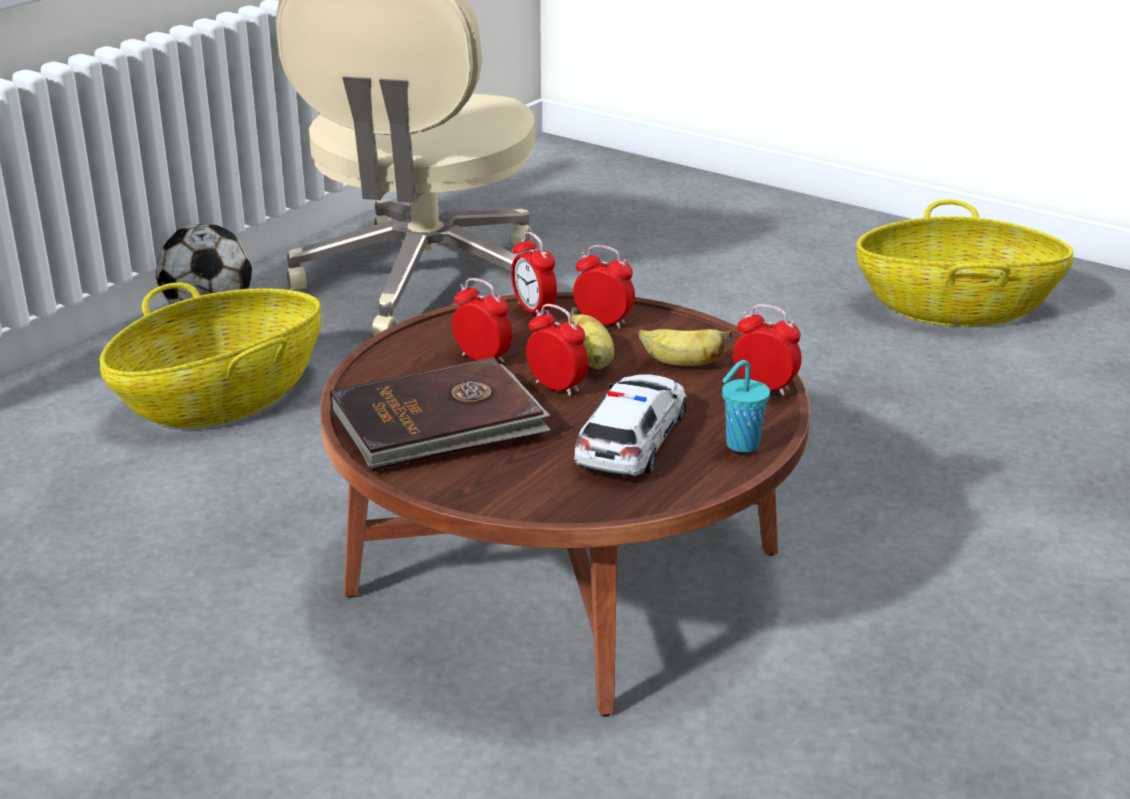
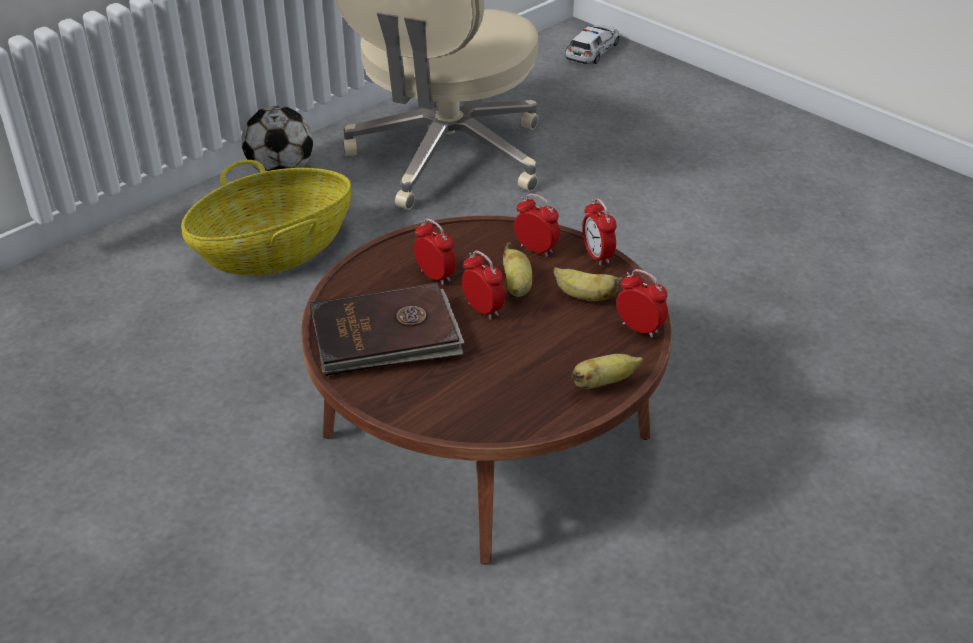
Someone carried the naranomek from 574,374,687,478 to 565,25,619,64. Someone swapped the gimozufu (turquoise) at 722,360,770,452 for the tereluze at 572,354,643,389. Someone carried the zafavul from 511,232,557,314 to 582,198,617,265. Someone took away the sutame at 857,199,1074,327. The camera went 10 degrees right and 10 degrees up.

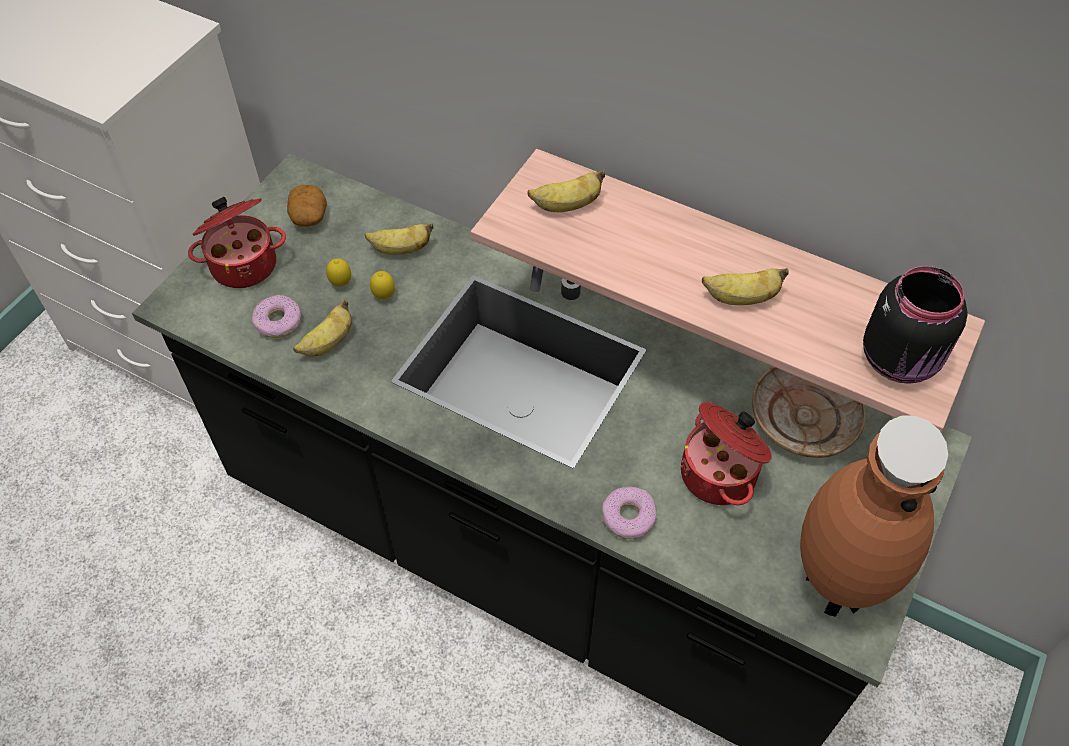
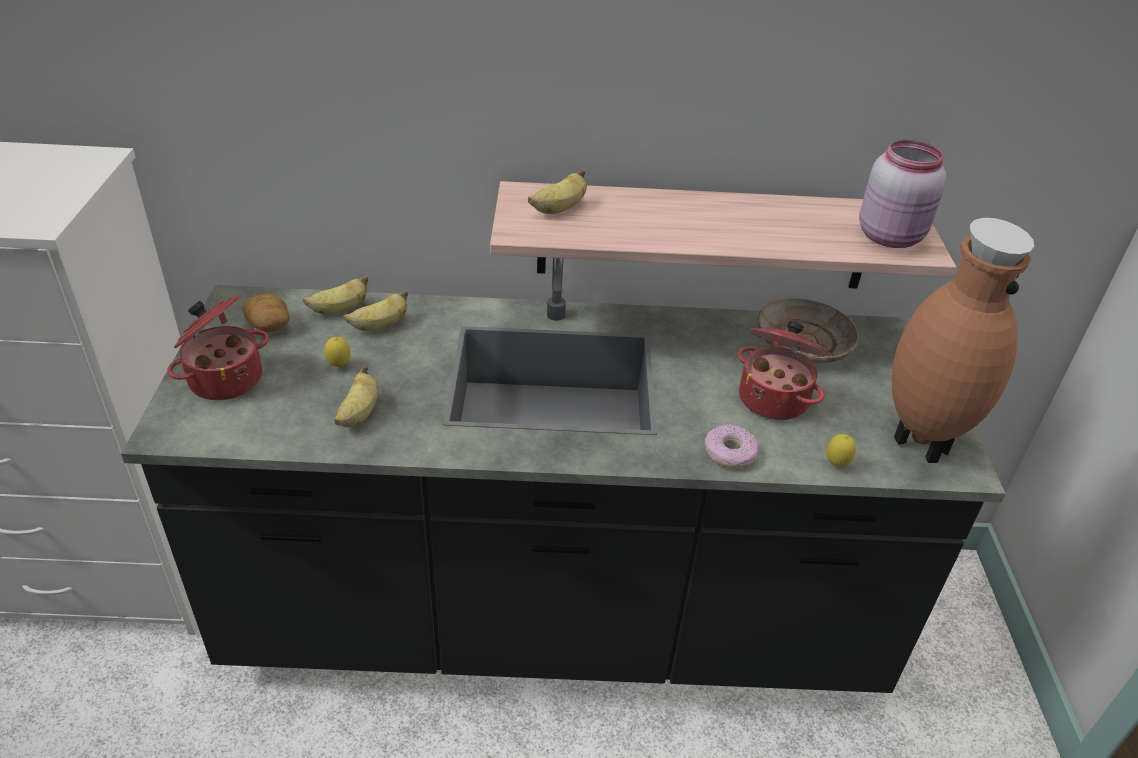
Someone carried the tereluze from 702,268,789,305 to 303,276,368,315. Someone carried the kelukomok from 370,271,395,299 to 826,434,856,467. Someone repainted the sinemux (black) at 863,266,968,384, which became the sinemux (pink) at 859,140,946,248. Someone took away the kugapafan at 252,295,301,338. The camera went 30 degrees left and 15 degrees down.

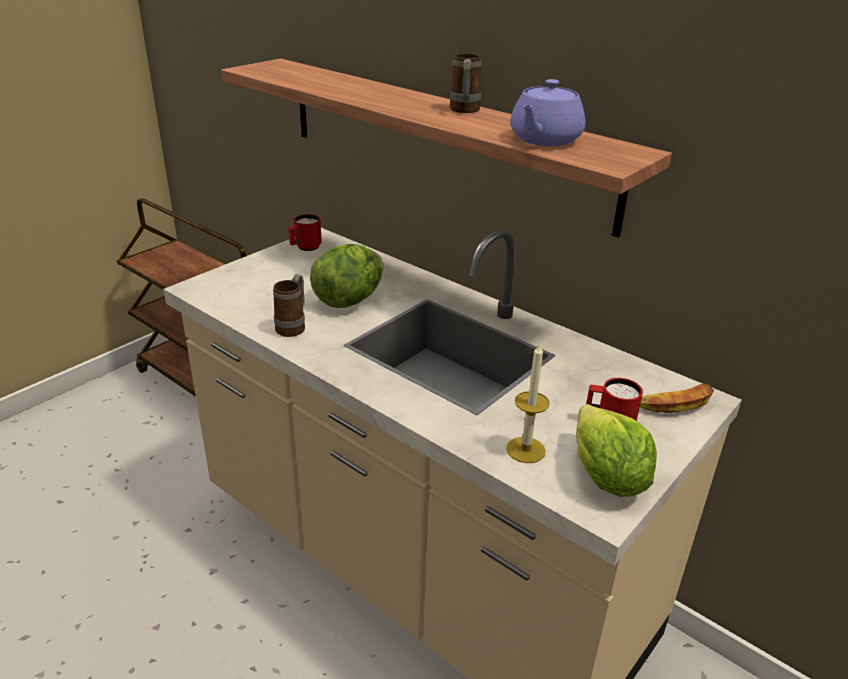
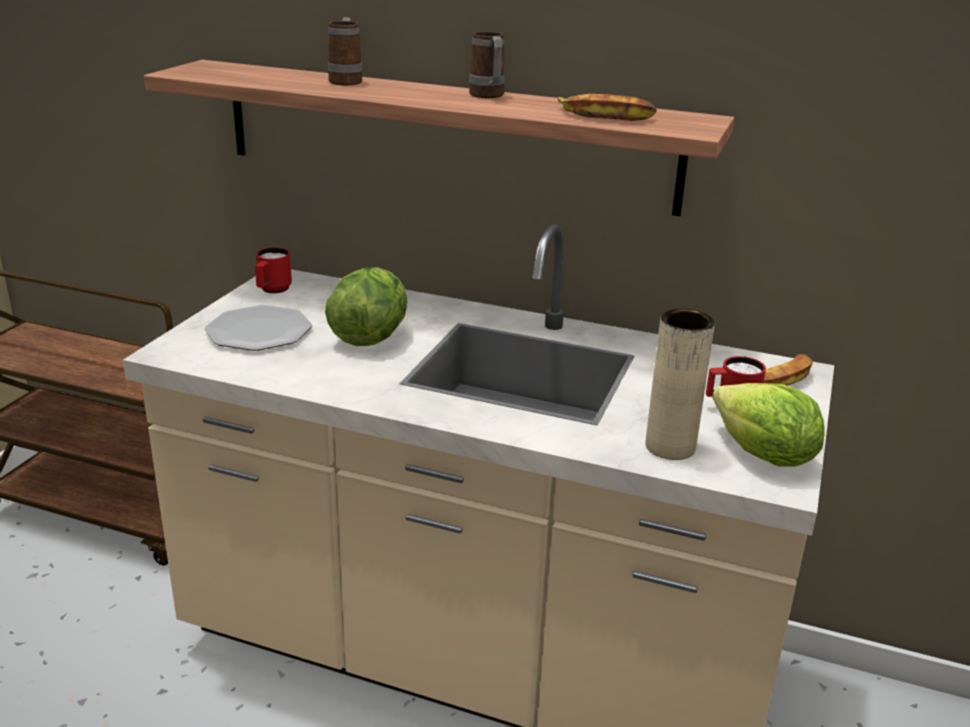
Someone put down the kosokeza at 205,305,312,351. Someone carried the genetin from 273,274,305,337 to 328,17,363,85. Someone swapped the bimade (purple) at 510,79,585,146 for the tereluze at 557,94,657,121. Someone swapped the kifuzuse at 506,342,550,463 for the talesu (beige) at 645,309,715,460. The camera went 20 degrees left and 5 degrees down.

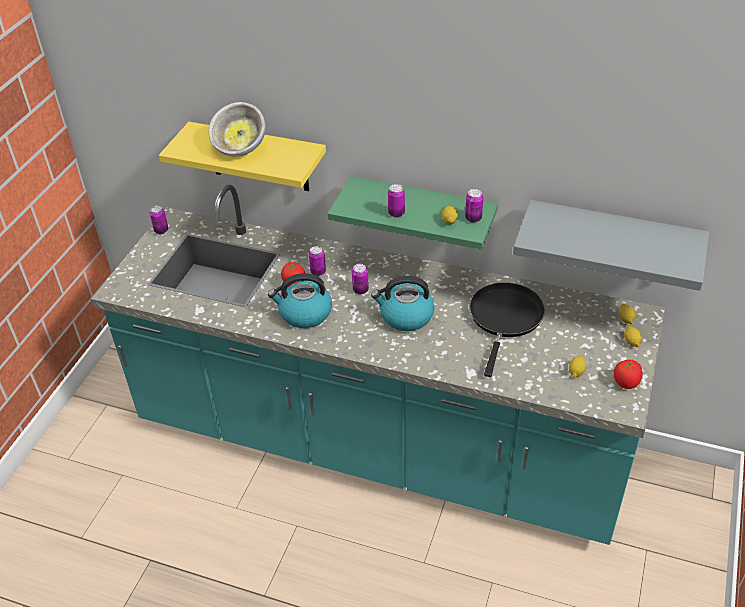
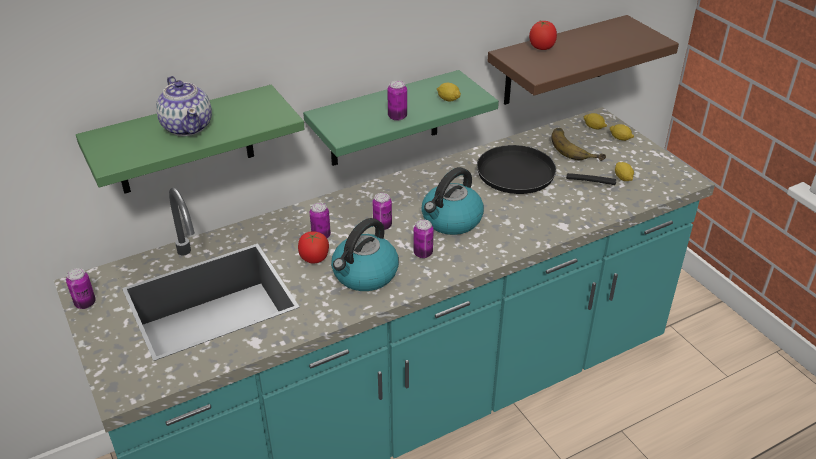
Someone repainted the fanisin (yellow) at 159,122,326,191, which became the fanisin (green) at 76,85,304,194. Someone swapped the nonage at 208,102,266,156 for the bimade at 156,76,212,136. Someone carried the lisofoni from 465,189,483,223 to 413,219,434,258. Someone rotated the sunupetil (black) at 469,282,545,377 by 45 degrees counterclockwise. Someone repainted the fanisin (grey) at 513,200,709,291, which became the fanisin (brown) at 488,15,679,105. Someone carried the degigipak from 614,360,643,389 to 529,21,557,50. Someone put down the tereluze at 551,128,606,161. The camera went 50 degrees left and 5 degrees down.

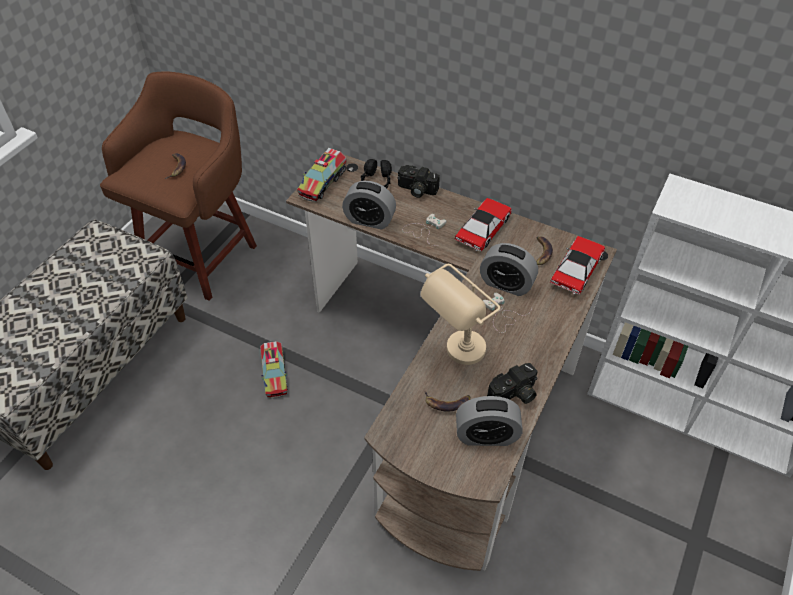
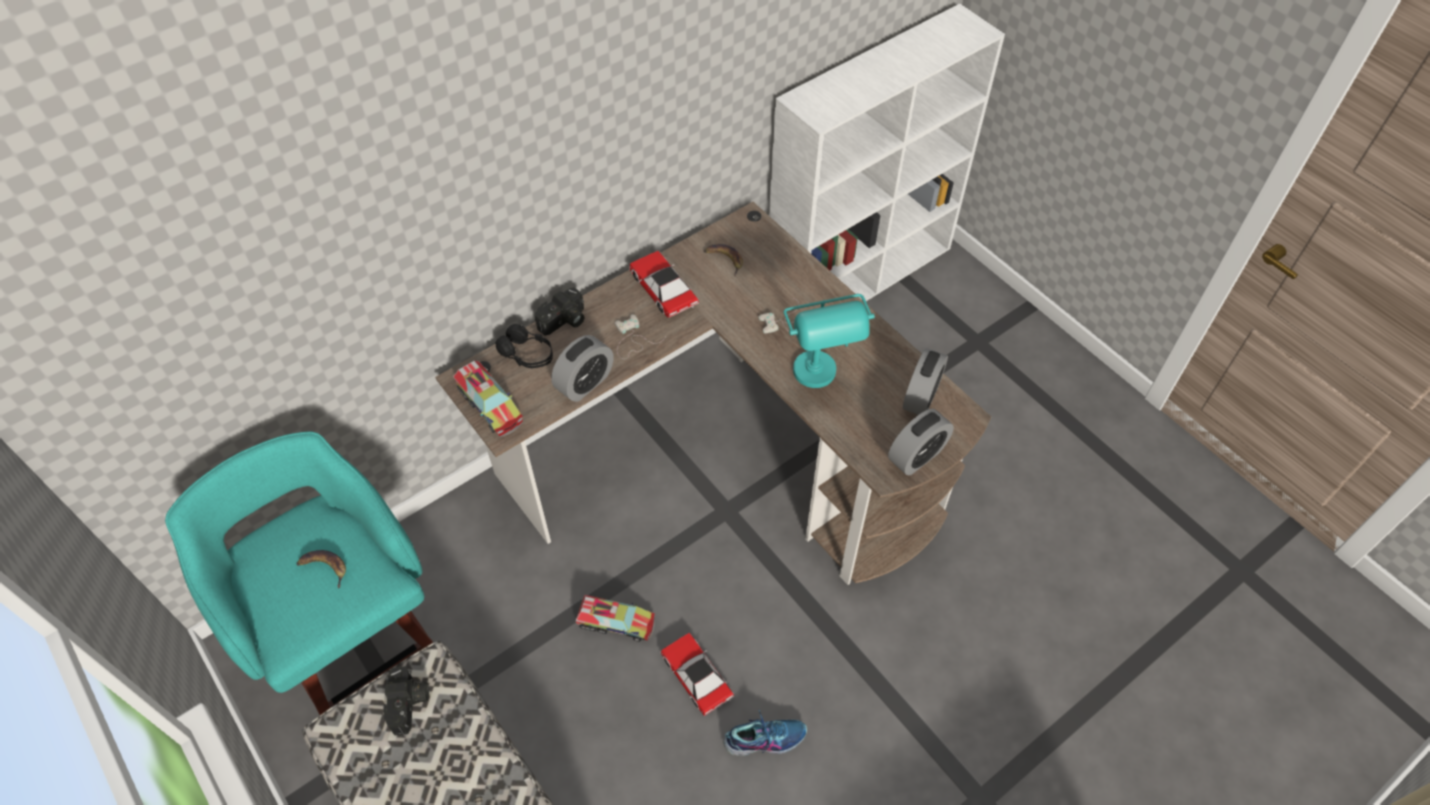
Someone repainted the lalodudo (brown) at 100,71,257,301, which became the lalodudo (turquoise) at 165,432,433,715. Someone carried the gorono from 487,363,538,404 to 383,666,429,735. Someone carried the naranomek from 550,236,605,295 to 660,633,734,716. Someone put down the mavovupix at 723,710,807,756. Someone repainted the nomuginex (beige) at 421,264,500,365, which became the nomuginex (turquoise) at 784,294,875,388. Someone carried the zafavul from 480,243,538,296 to 888,409,954,476. Someone took away the tereluze at 424,390,470,411. The camera went 65 degrees left and 5 degrees up.

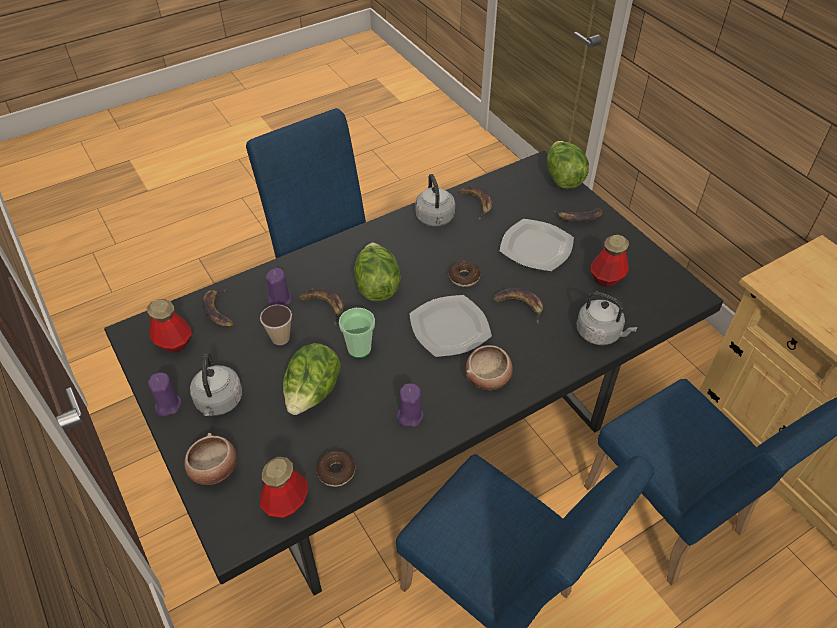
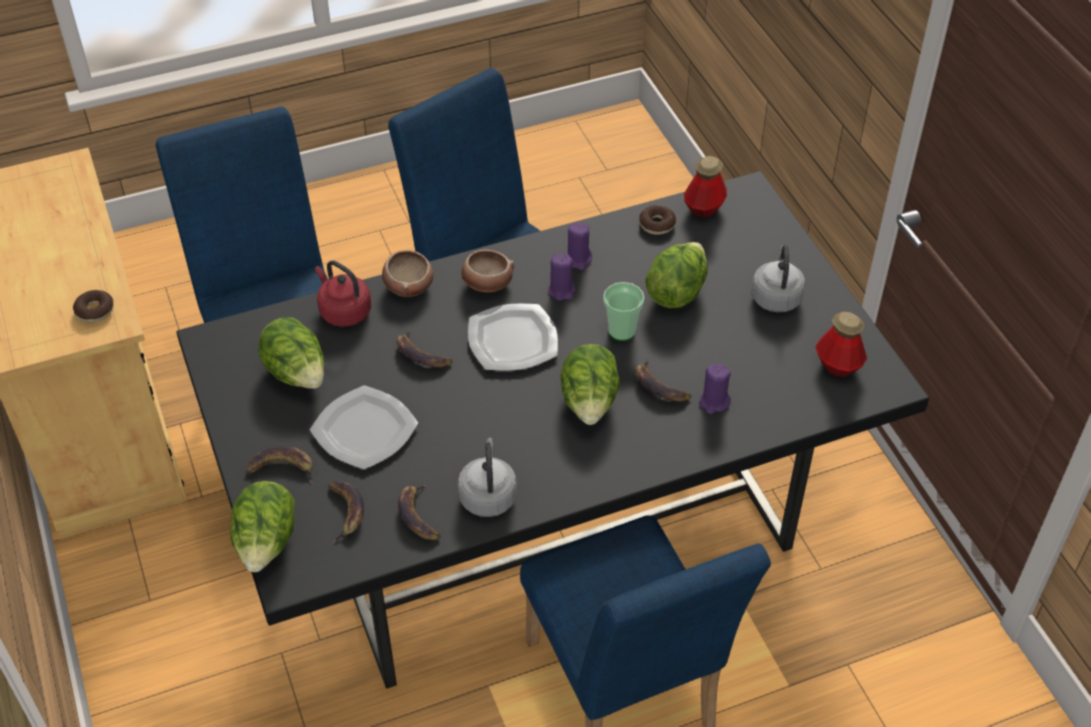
Someone carried the kugapafan from 449,261,480,287 to 73,290,114,322. Someone swapped the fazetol at 591,235,629,287 for the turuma at 258,318,324,389. Someone repainted the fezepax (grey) at 576,292,637,345, which became the fezepax (red) at 315,260,371,327. Someone carried the tereluze from 202,289,234,327 to 328,481,364,543. Someone carried the nonage from 184,433,237,485 to 382,250,433,297. Someone carried the kifuzuse (purple) from 148,372,181,416 to 548,253,575,301. Someone took away the gimozufu at 260,305,292,345. The camera went 170 degrees left and 0 degrees up.

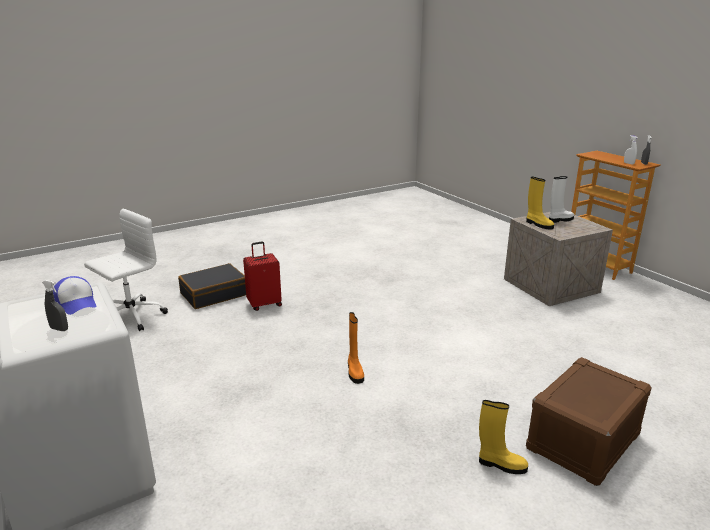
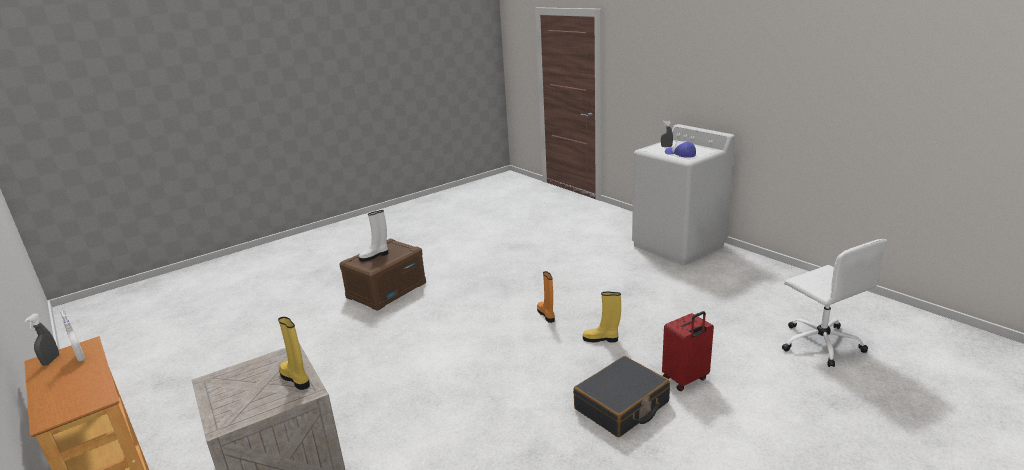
Someone carried the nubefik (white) from 549,176,574,223 to 359,210,388,262. Someone carried the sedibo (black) from 178,263,246,309 to 573,356,670,437. Someone carried the nubefik (yellow) from 479,400,528,474 to 583,292,621,342. Someone rotated the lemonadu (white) at 84,209,168,331 by 60 degrees counterclockwise. The camera went 175 degrees right and 0 degrees up.

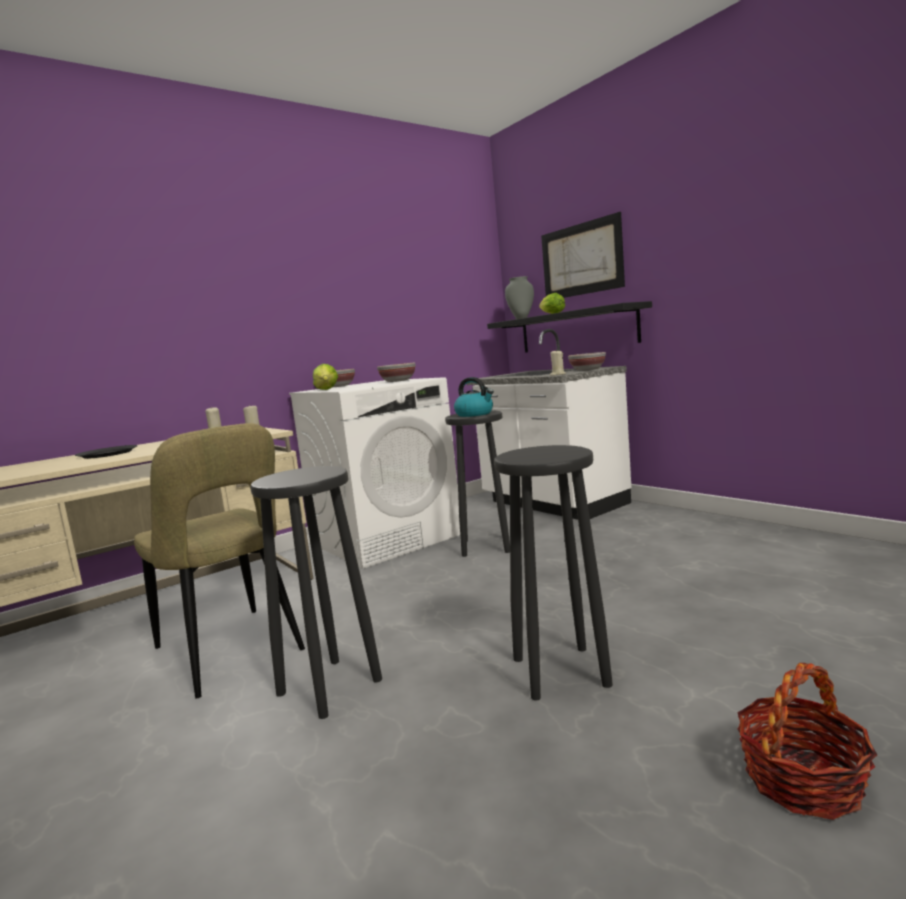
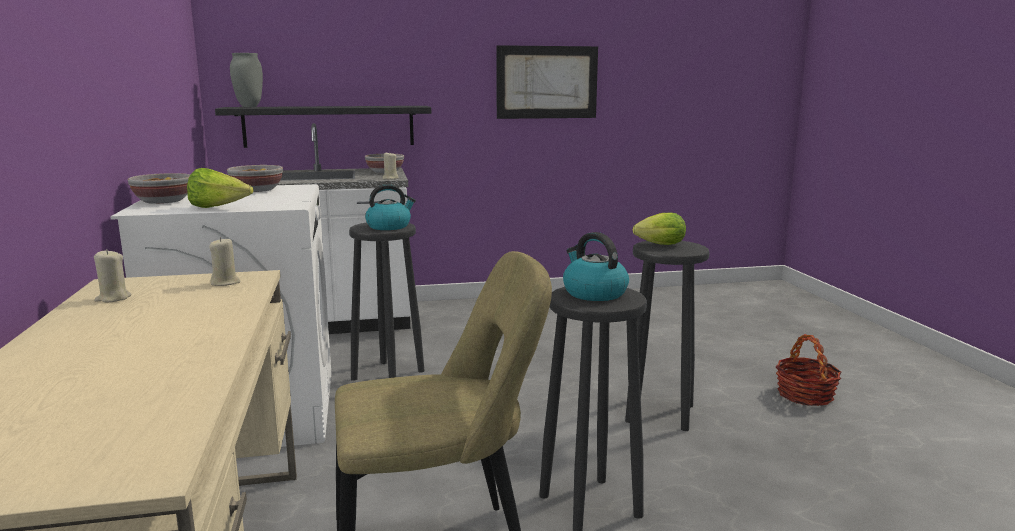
Someone carried the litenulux from 541,212,625,298 to 496,45,598,119. Someone put down the fezepax at 563,232,629,301. Someone carried the turuma from 539,293,565,314 to 633,213,686,245. Someone took away the kosokeza (black) at 75,445,137,459. The camera went 65 degrees left and 5 degrees up.

